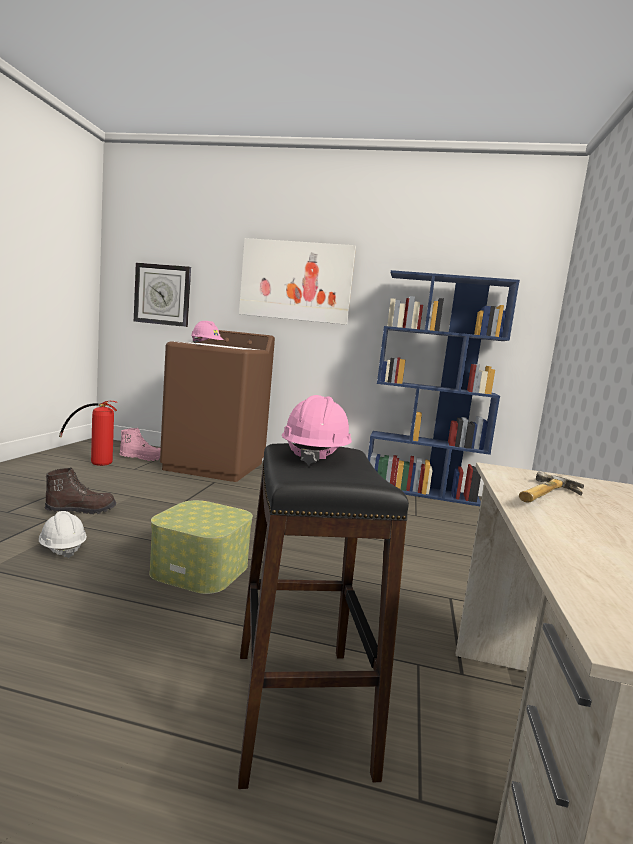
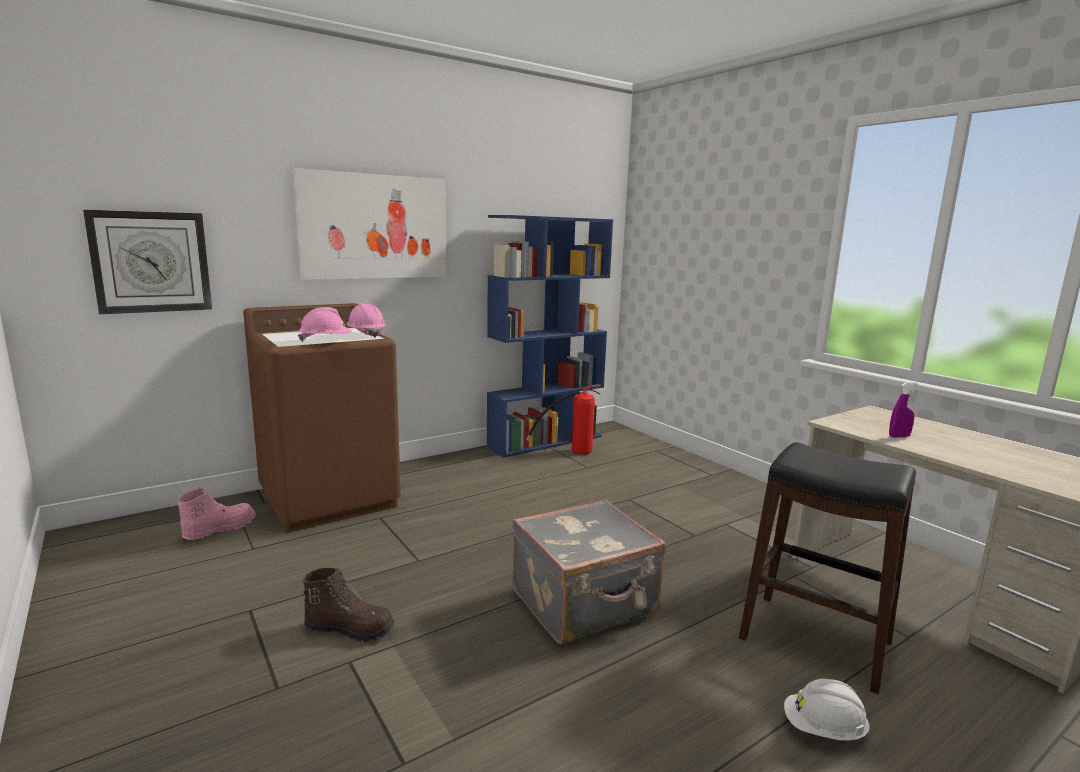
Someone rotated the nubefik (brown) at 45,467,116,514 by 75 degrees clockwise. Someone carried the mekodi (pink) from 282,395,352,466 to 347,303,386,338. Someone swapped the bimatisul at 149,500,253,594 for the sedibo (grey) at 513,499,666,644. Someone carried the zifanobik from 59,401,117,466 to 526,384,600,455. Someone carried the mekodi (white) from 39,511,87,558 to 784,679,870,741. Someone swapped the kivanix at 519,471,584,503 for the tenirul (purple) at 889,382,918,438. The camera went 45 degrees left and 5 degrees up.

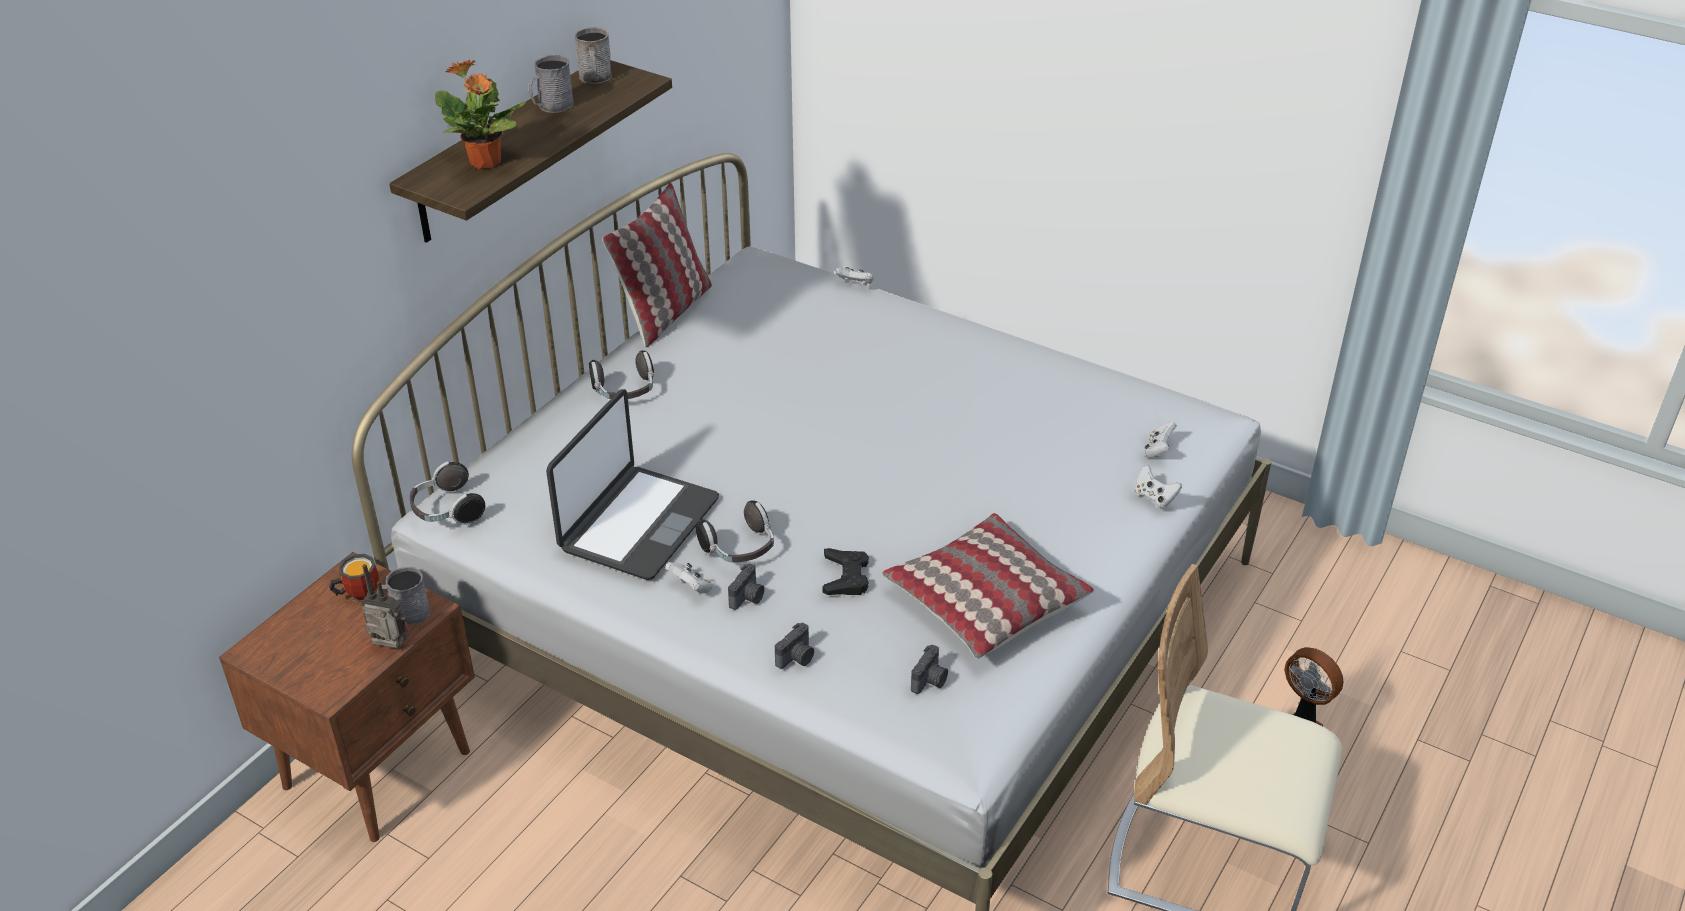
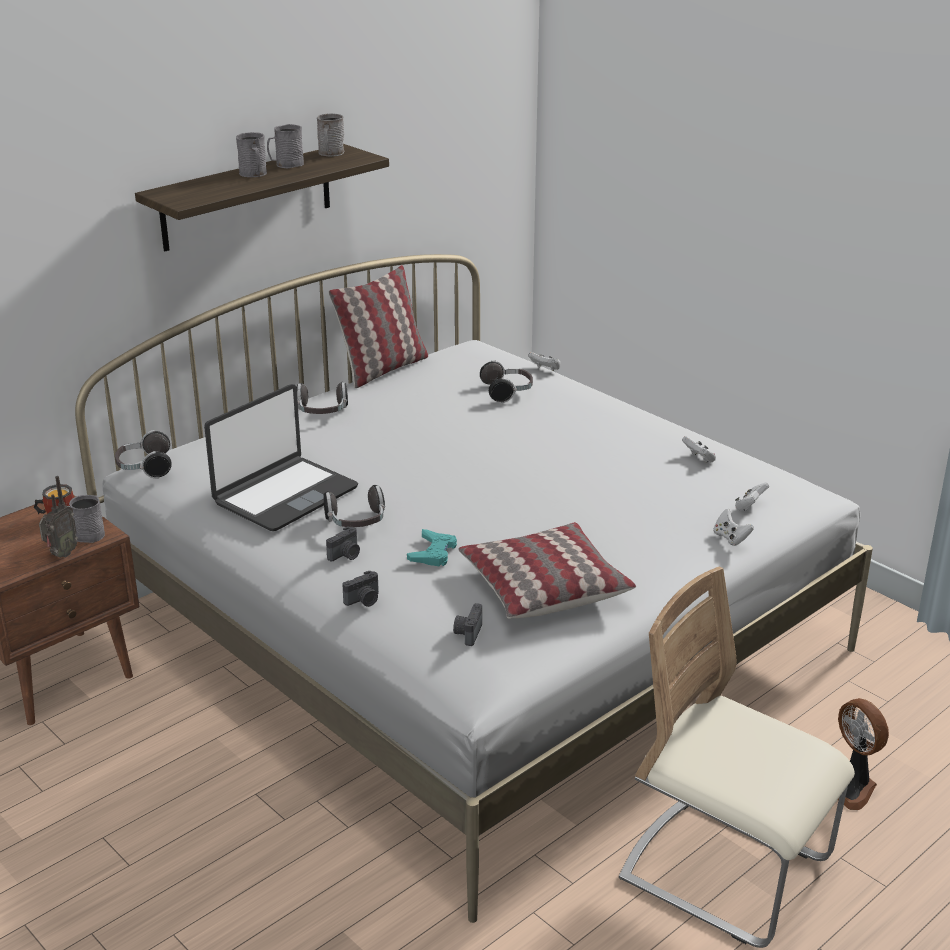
Someone rotated the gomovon at 361,564,409,648 by 90 degrees clockwise. Someone put down the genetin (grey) at 236,132,267,177. Someone repainted the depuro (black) at 822,548,869,595, which became the depuro (turquoise) at 407,529,457,566. Someone rotated the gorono at 911,645,948,694 by 150 degrees clockwise. Someone put down the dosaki at 480,360,533,403. Someone carried the depuro (white) from 665,562,712,594 to 682,436,716,463. Someone took away the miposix at 435,60,525,169. The camera went 15 degrees right and 10 degrees down.

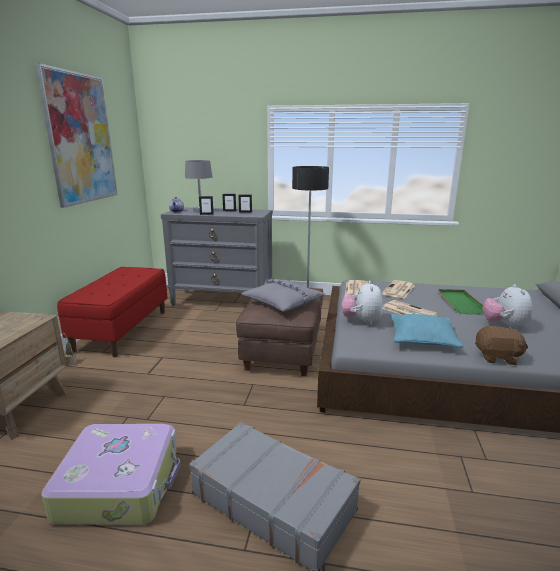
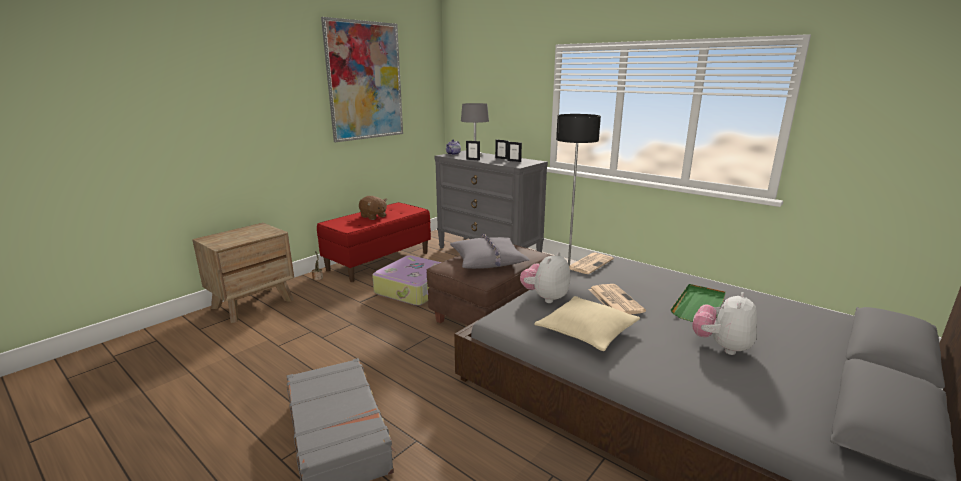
Someone carried the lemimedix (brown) from 475,326,528,365 to 359,196,387,220. Someone carried the sedibo from 41,424,181,525 to 372,255,442,306. Someone repainted the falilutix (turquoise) at 390,314,464,348, which became the falilutix (beige) at 534,296,640,351. Someone took away the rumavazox at 382,280,414,299. The camera went 30 degrees right and 0 degrees up.

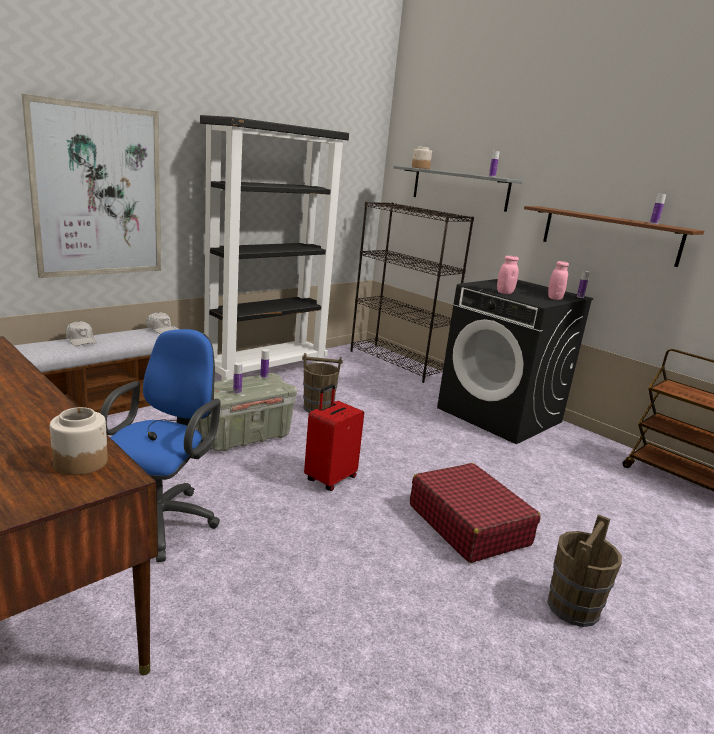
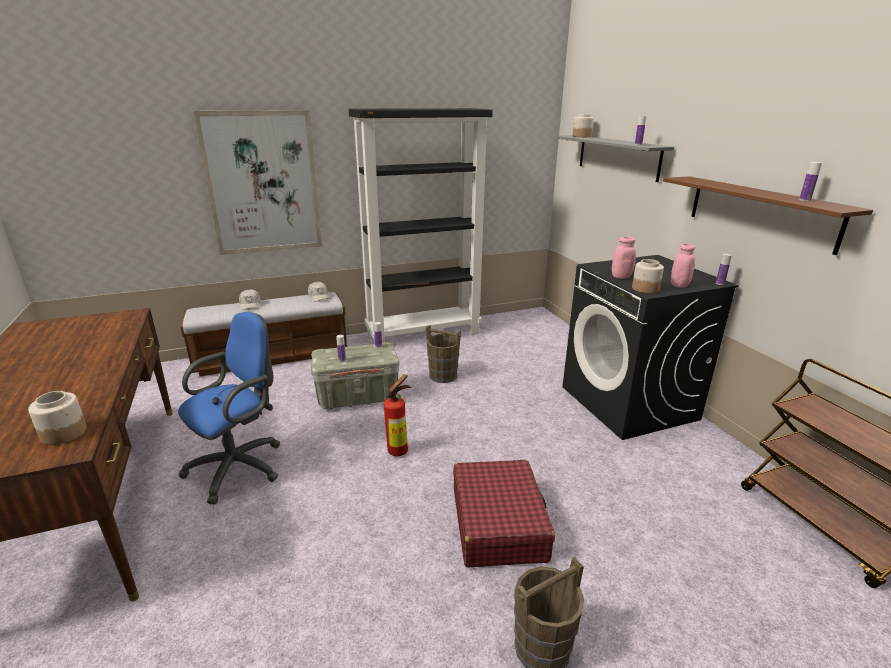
Someone swapped the sedibo (red) at 304,384,364,491 for the zifanobik at 384,374,411,456. Someone put down the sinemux at 632,259,664,293. Someone took away the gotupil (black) at 350,202,474,383. The camera went 25 degrees right and 5 degrees up.

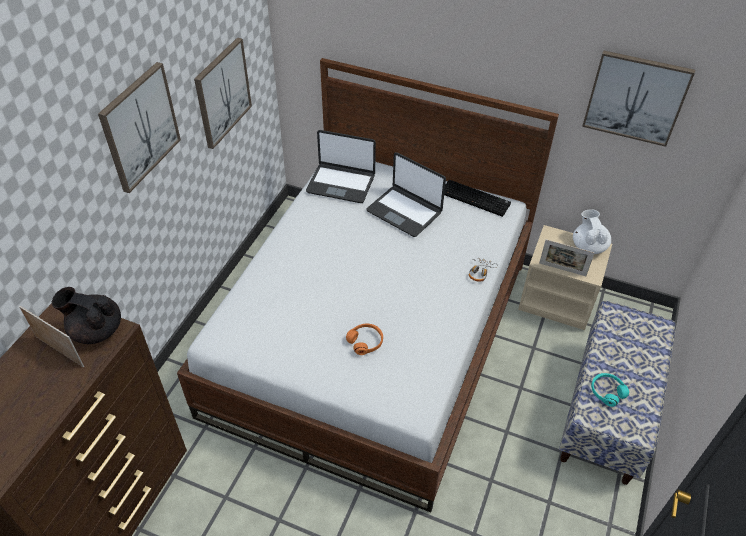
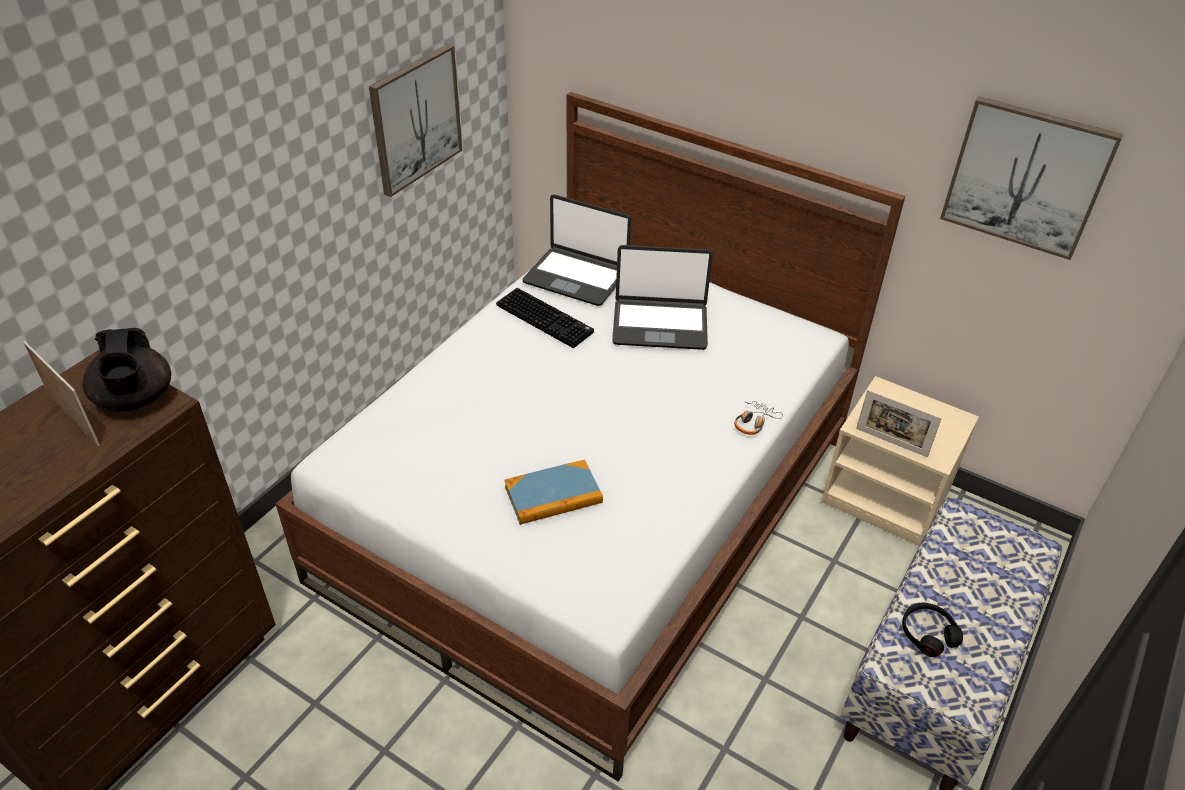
Someone rotated the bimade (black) at 52,287,121,344 by 135 degrees counterclockwise. Someone carried the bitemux from 444,180,511,217 to 496,288,594,348. Someone swapped the dosaki (orange) at 346,324,383,355 for the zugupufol at 504,460,603,525. Someone rotated the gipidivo at 366,152,446,237 by 45 degrees counterclockwise. Someone repainted the dosaki (turquoise) at 591,373,629,407, which became the dosaki (black) at 902,603,963,657. Someone took away the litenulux at 98,62,181,193. Someone took away the bimade (white) at 573,209,611,254. The camera went 10 degrees right and 5 degrees down.

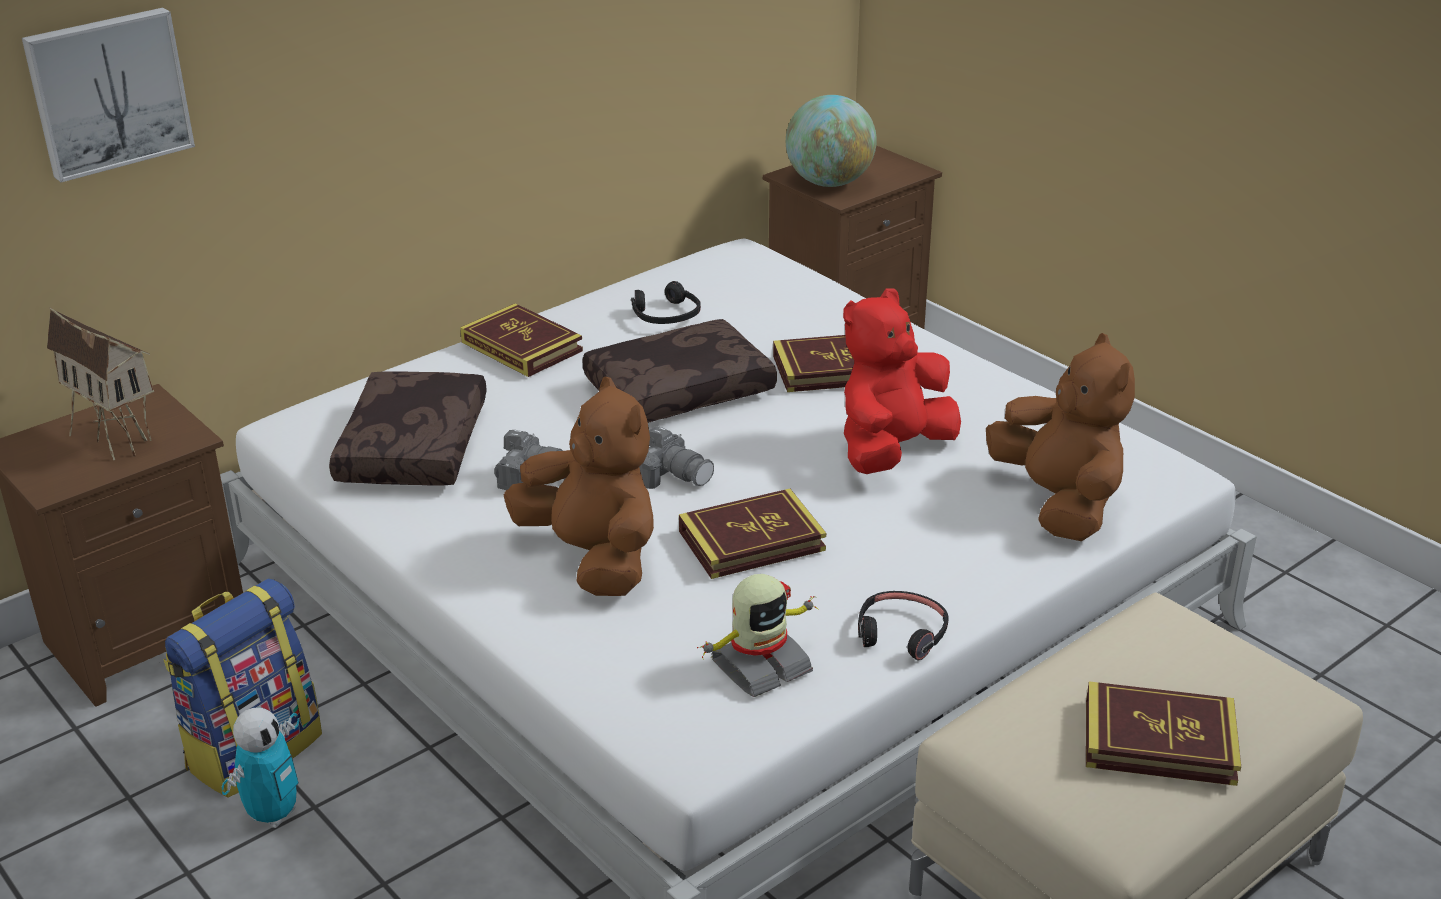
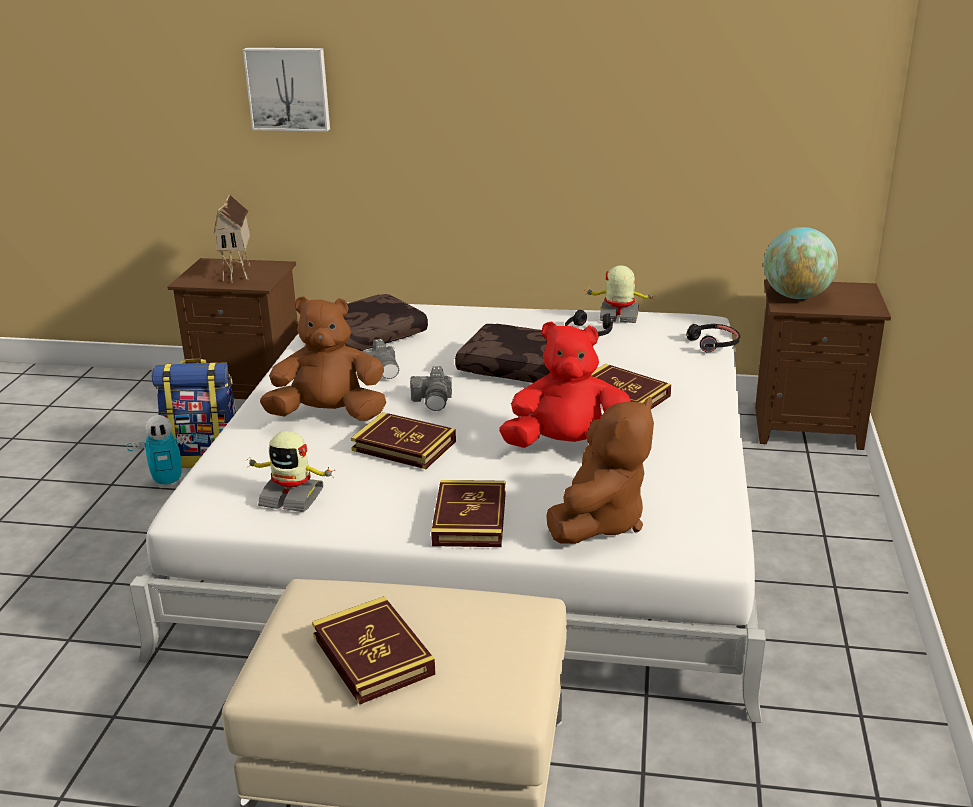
Someone rotated the lemimedix (brown) at 504,376,654,596 by 105 degrees counterclockwise. Someone carried the zugupufol from 460,303,583,377 to 431,480,506,547. Someone put down the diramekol at 584,266,657,323. Someone carried the dosaki (black) from 858,591,949,660 to 687,324,740,352. The camera went 50 degrees right and 5 degrees down.

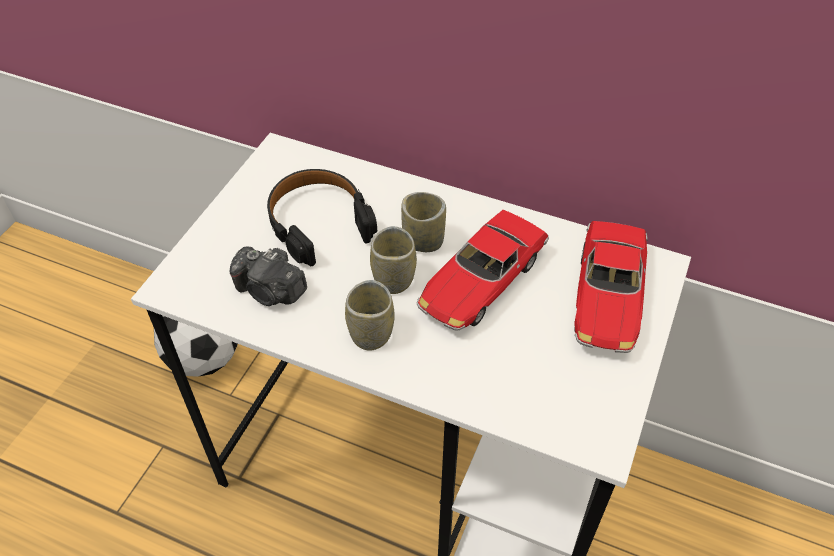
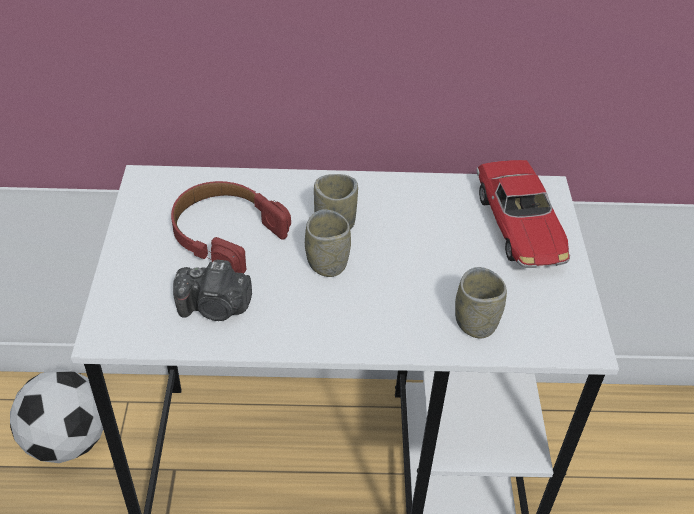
Someone repainted the dosaki (black) at 267,169,377,266, which became the dosaki (red) at 171,181,291,273. Someone carried the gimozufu from 345,280,395,351 to 455,267,507,339. Someone took away the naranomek at 417,210,549,331. The camera went 25 degrees left and 5 degrees down.

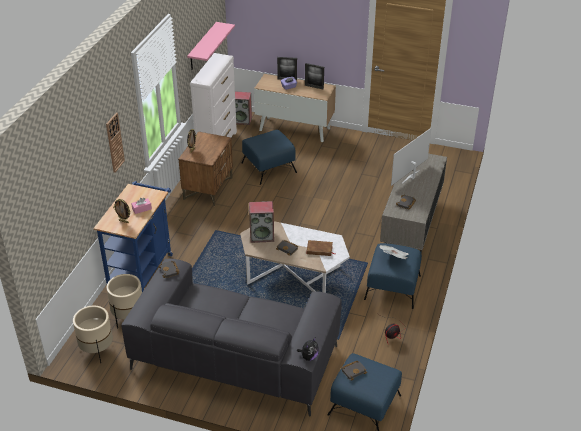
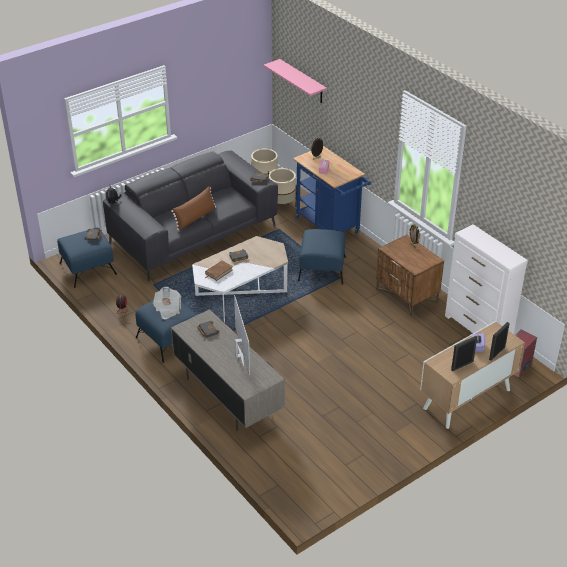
Someone put down the falilutix (brown) at 171,186,216,230. Someone carried the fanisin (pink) from 187,22,235,70 to 264,59,327,103. Someone carried the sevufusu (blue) from 241,130,297,185 to 298,229,346,285. Someone took away the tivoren at 106,113,125,173. Someone took away the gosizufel at 249,201,274,243. The camera went 125 degrees right and 0 degrees up.

